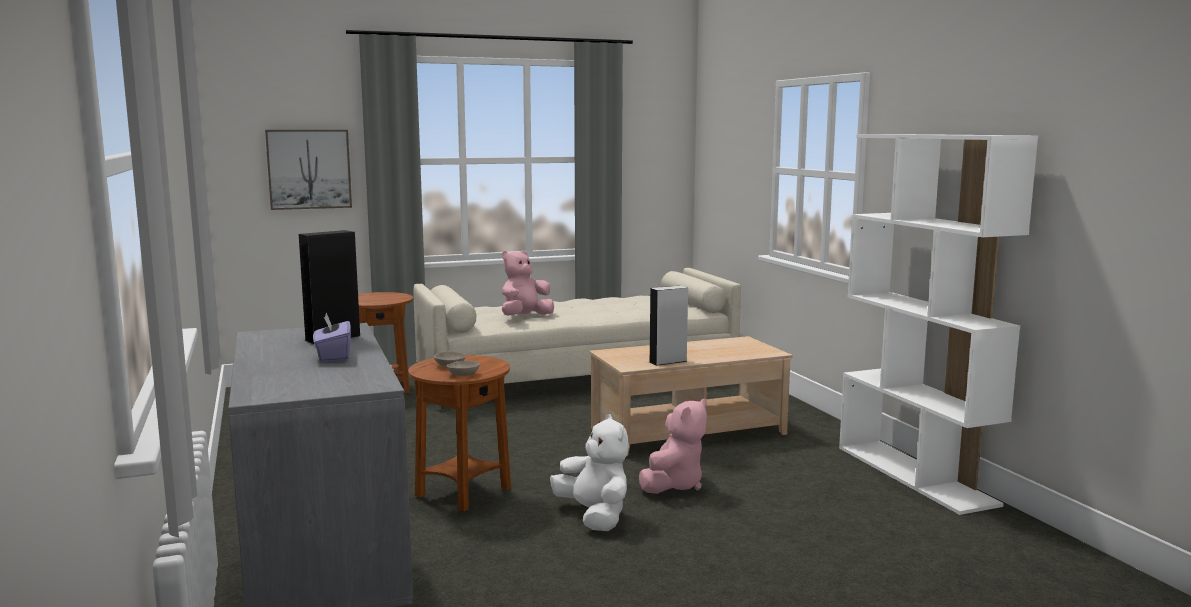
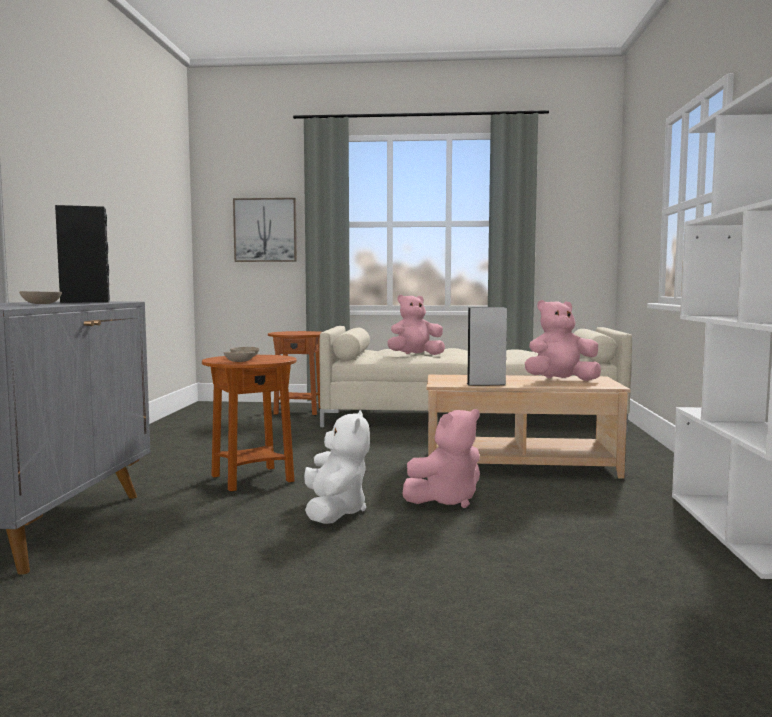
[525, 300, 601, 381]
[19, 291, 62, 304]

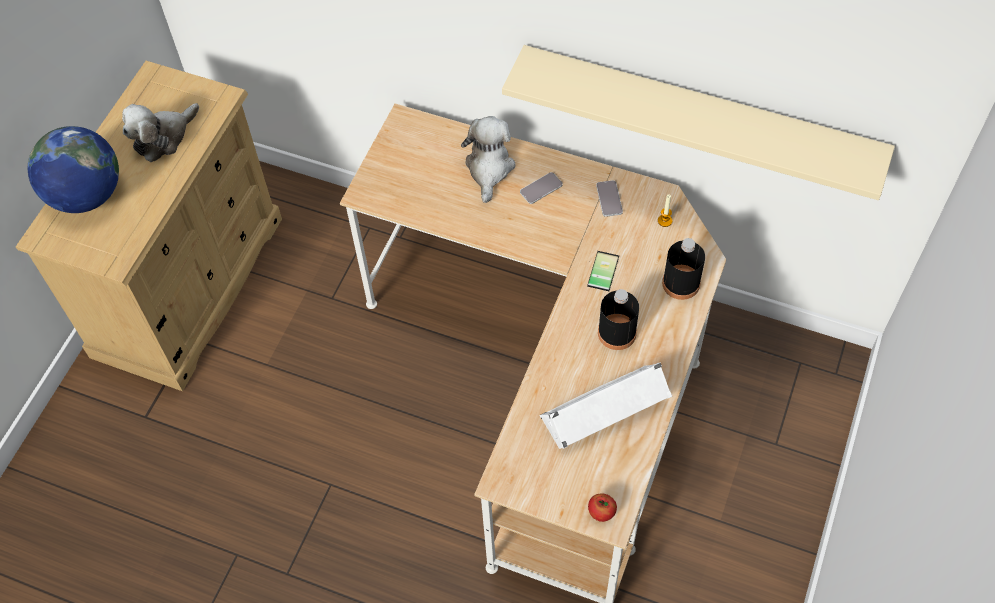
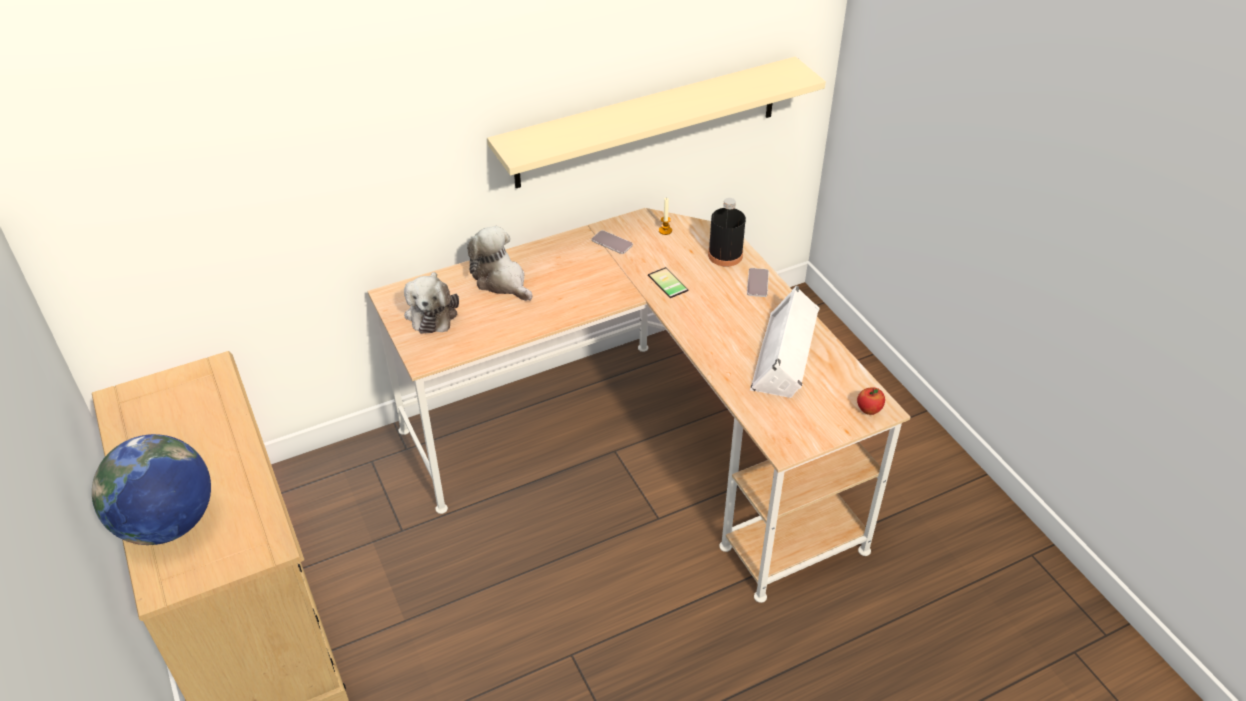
[598, 289, 639, 350] (first image)
[404, 272, 459, 334]
[747, 268, 769, 297]

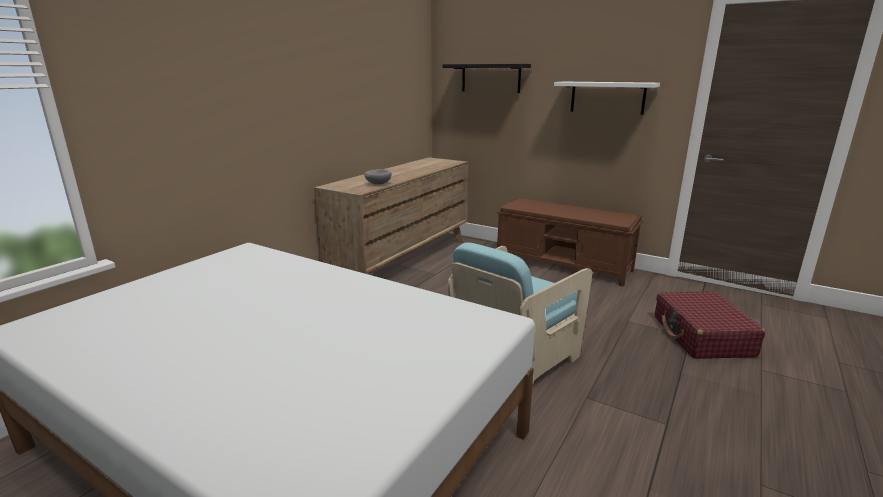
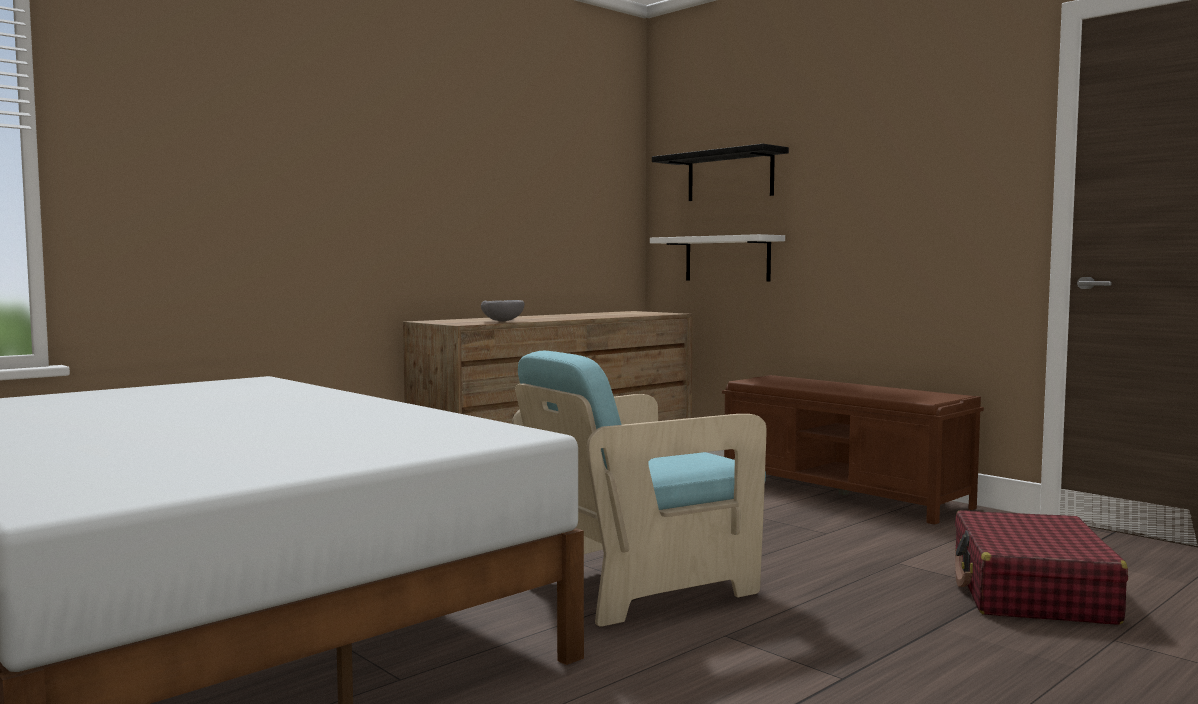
[650, 234, 785, 282]

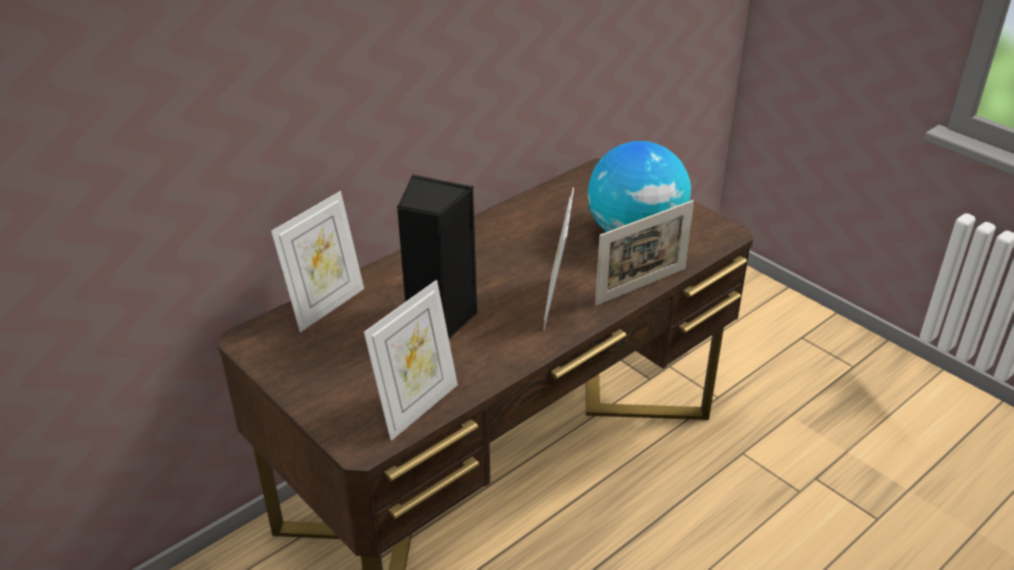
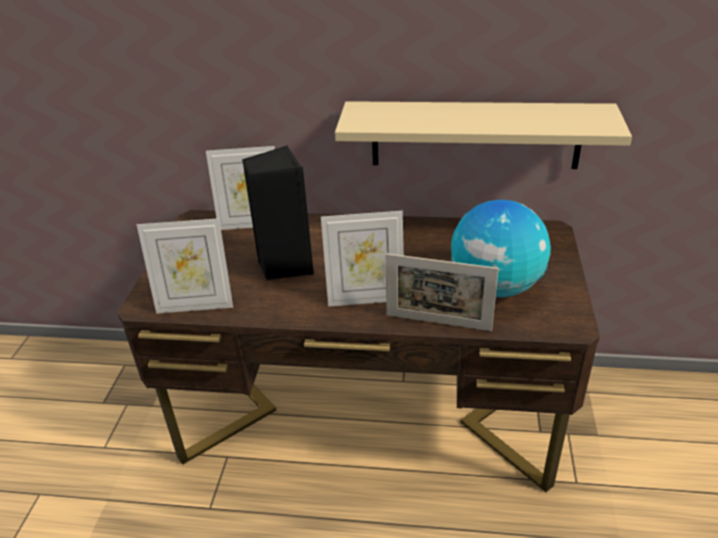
[335, 101, 632, 169]
[321, 211, 404, 307]

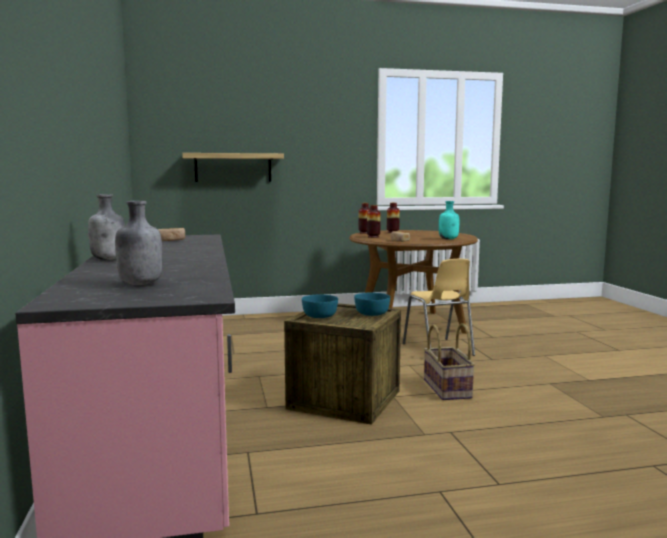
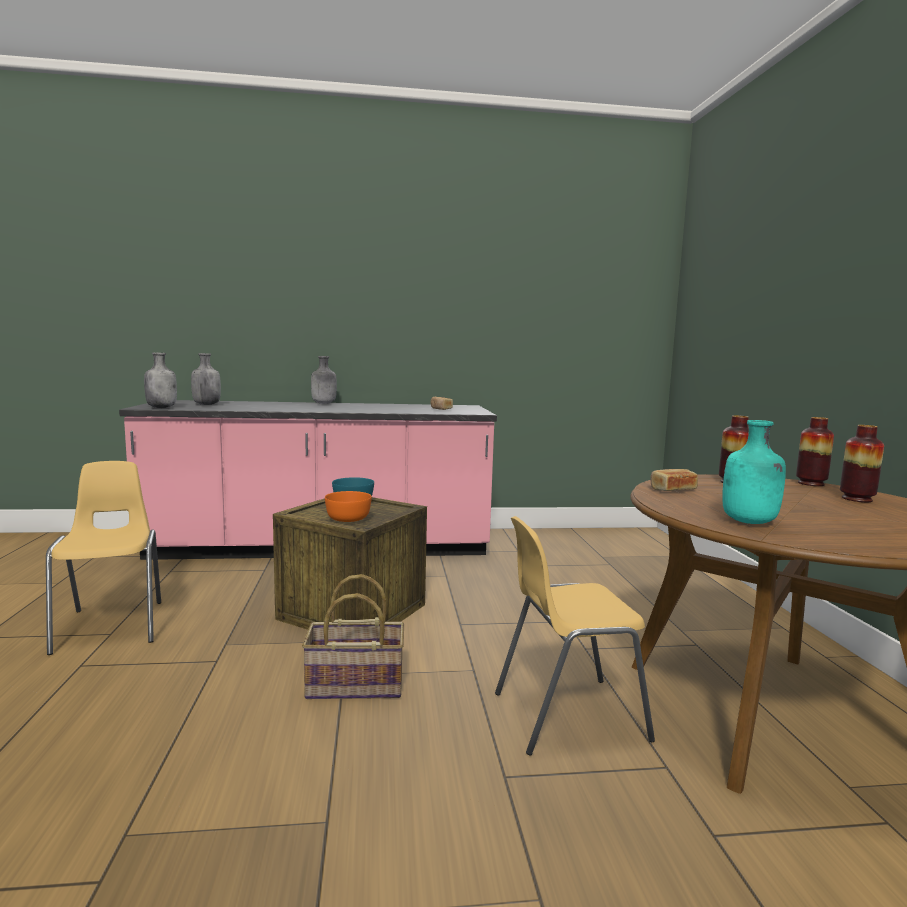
[182, 153, 284, 182] (first image)
[46, 461, 161, 655]
[144, 353, 177, 408]
[325, 491, 372, 522]

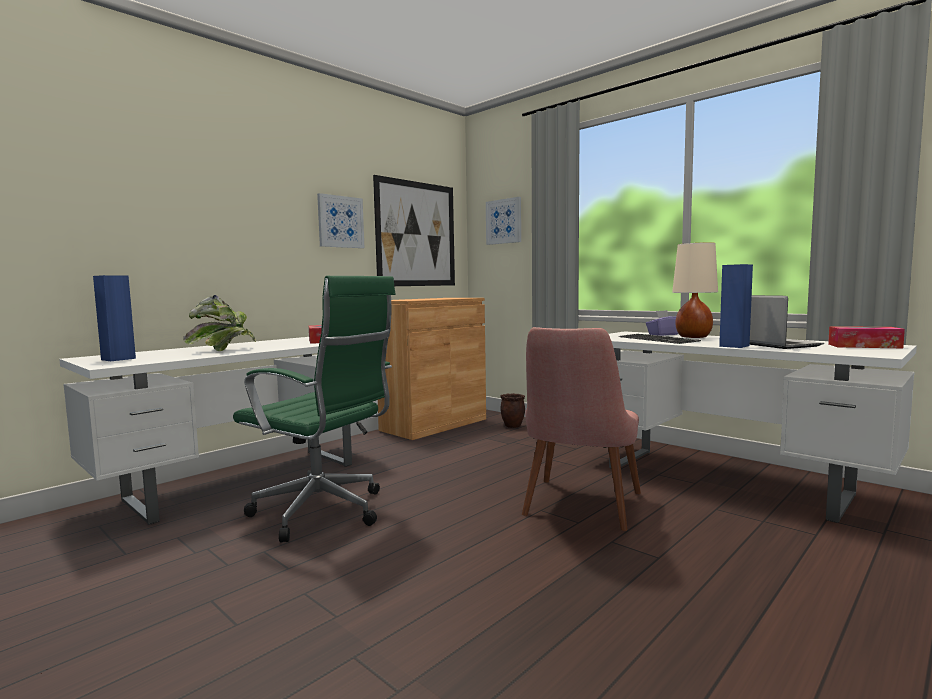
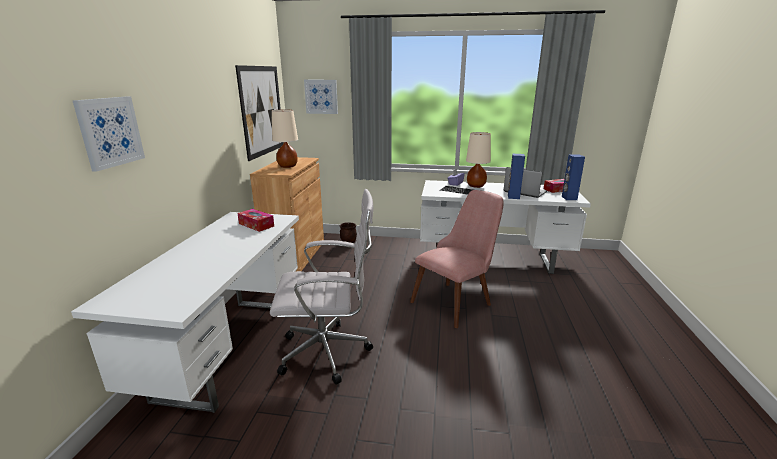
[183, 295, 256, 351] (first image)
[272, 109, 298, 168]
[562, 154, 585, 200]
[73, 96, 145, 172]
[270, 189, 373, 384]
[410, 190, 504, 328]

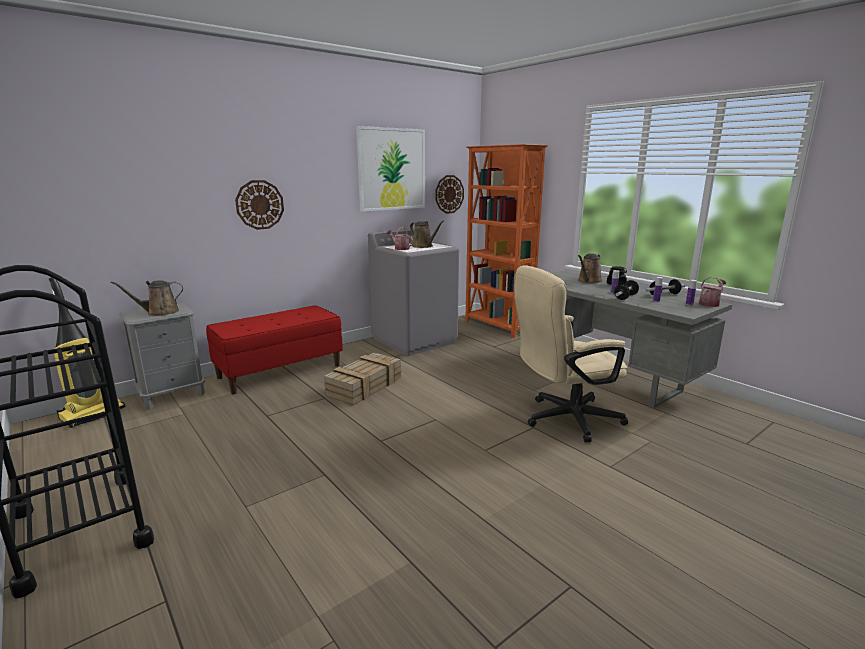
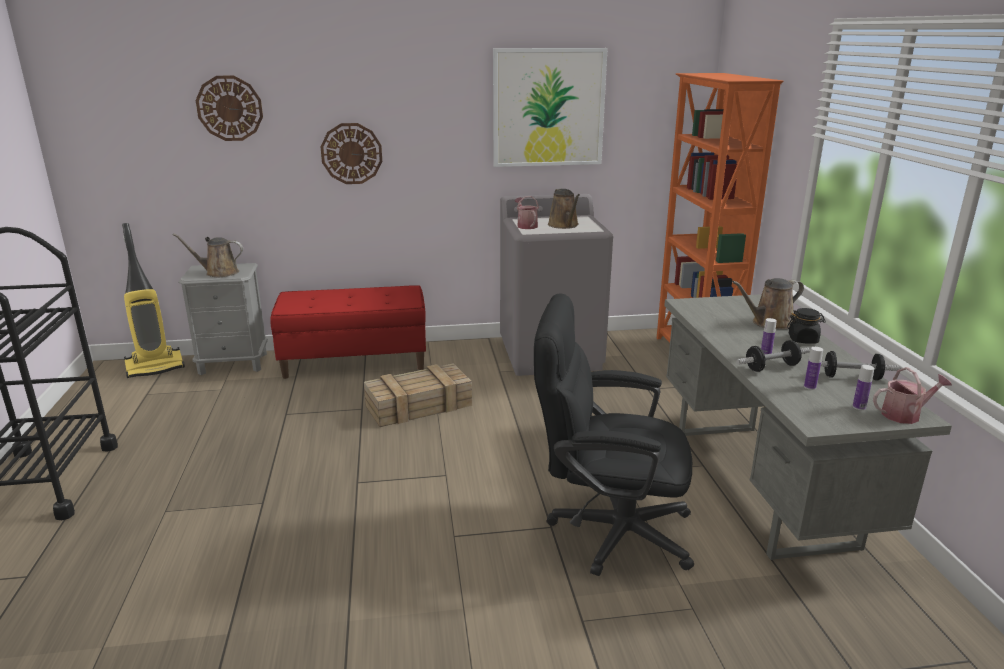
[196, 76, 263, 141]
[534, 293, 694, 576]

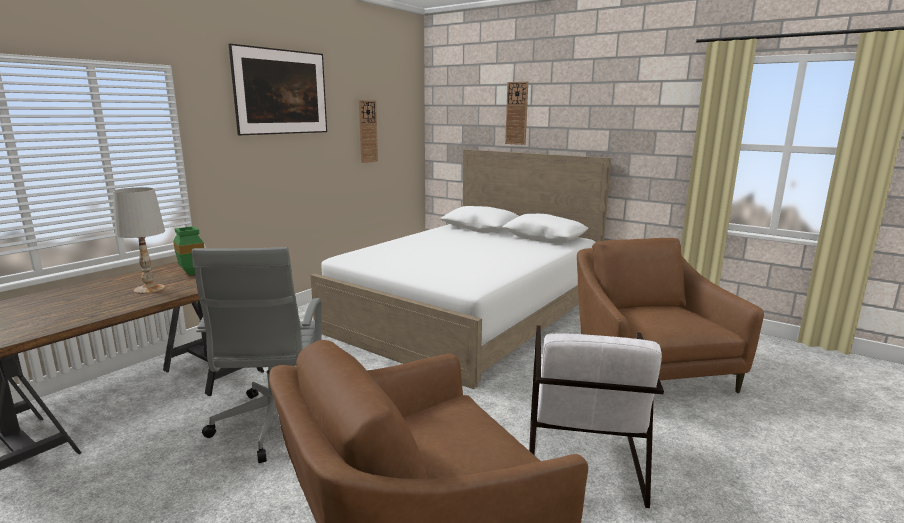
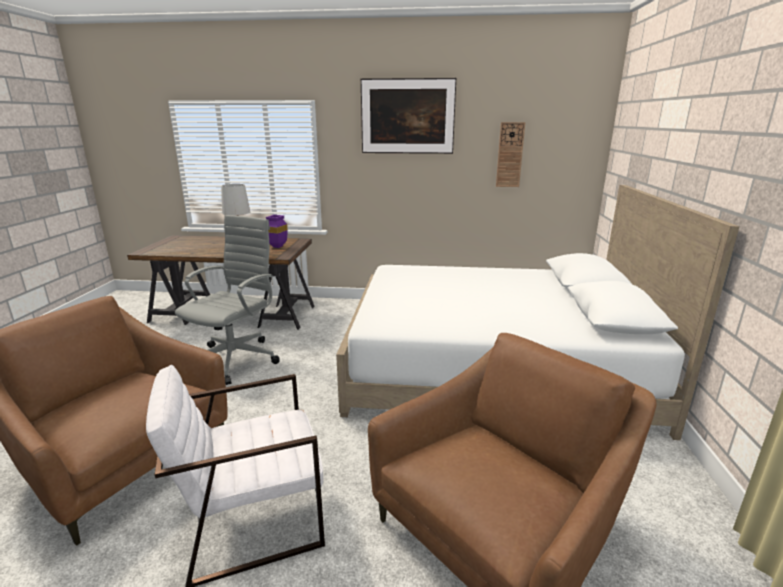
[505, 82, 528, 145] (first image)
[266, 215, 288, 248]
[175, 215, 280, 385]

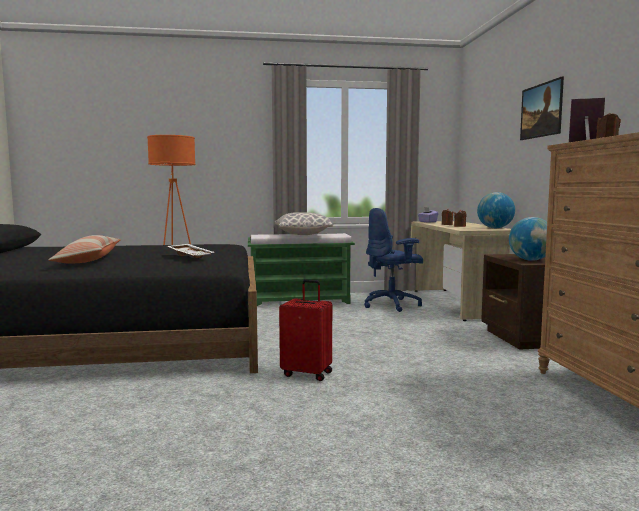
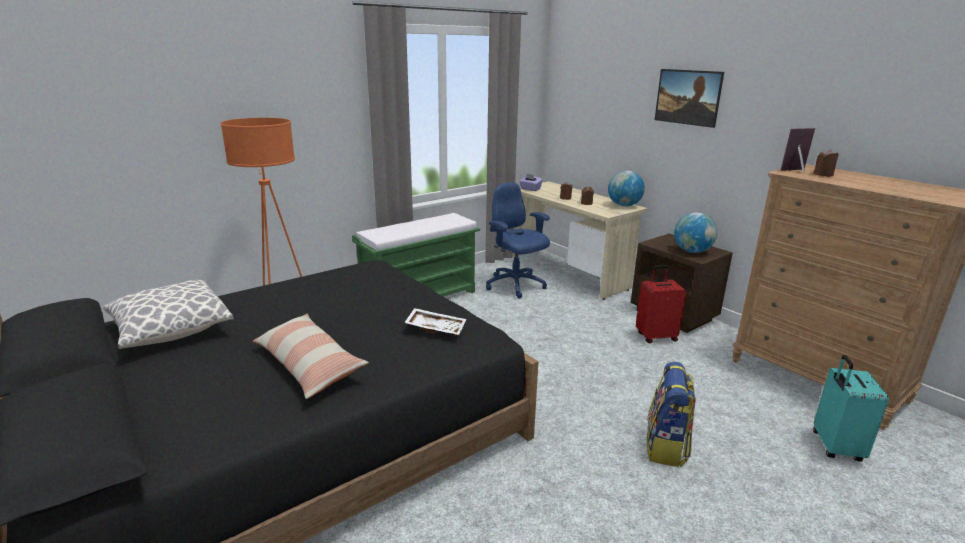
[647, 362, 696, 467]
[813, 355, 889, 462]
[103, 280, 234, 349]
[636, 265, 686, 343]
[486, 182, 550, 299]

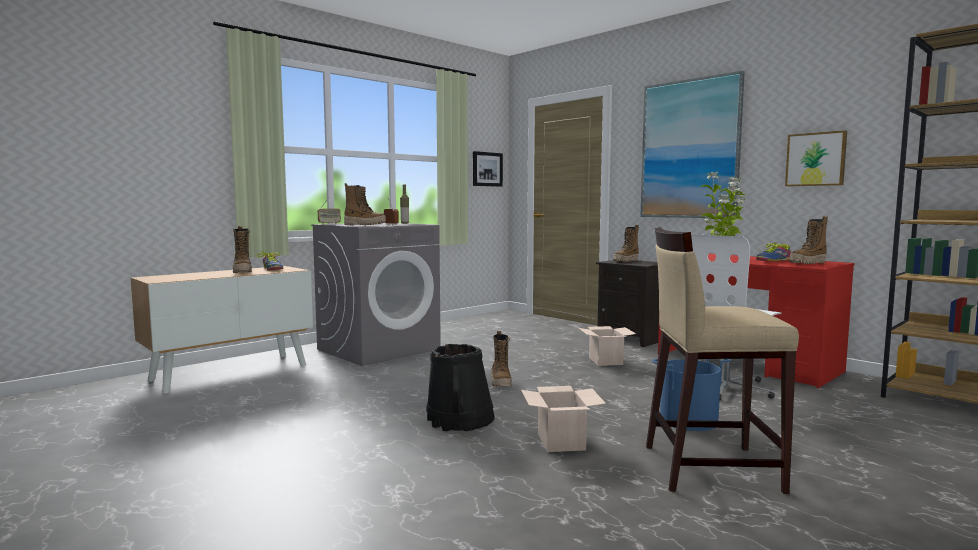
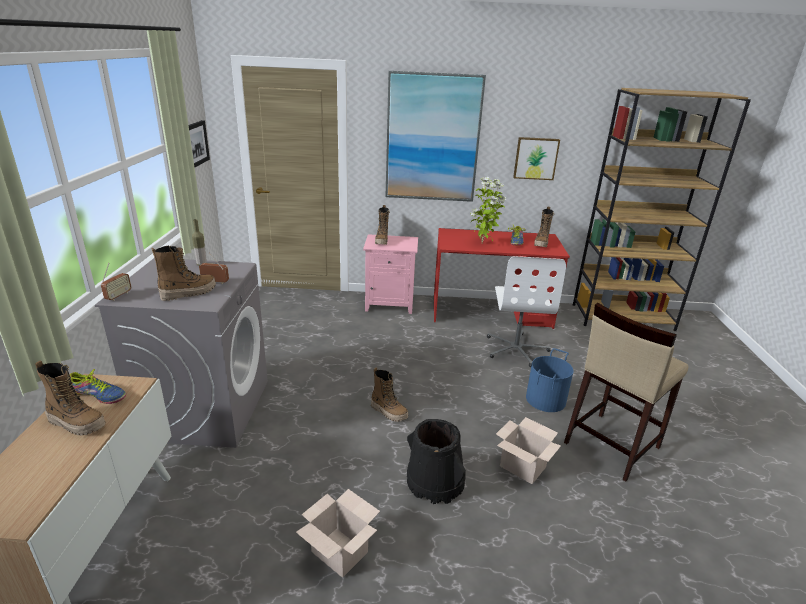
[296, 489, 380, 578]
[363, 234, 418, 314]

